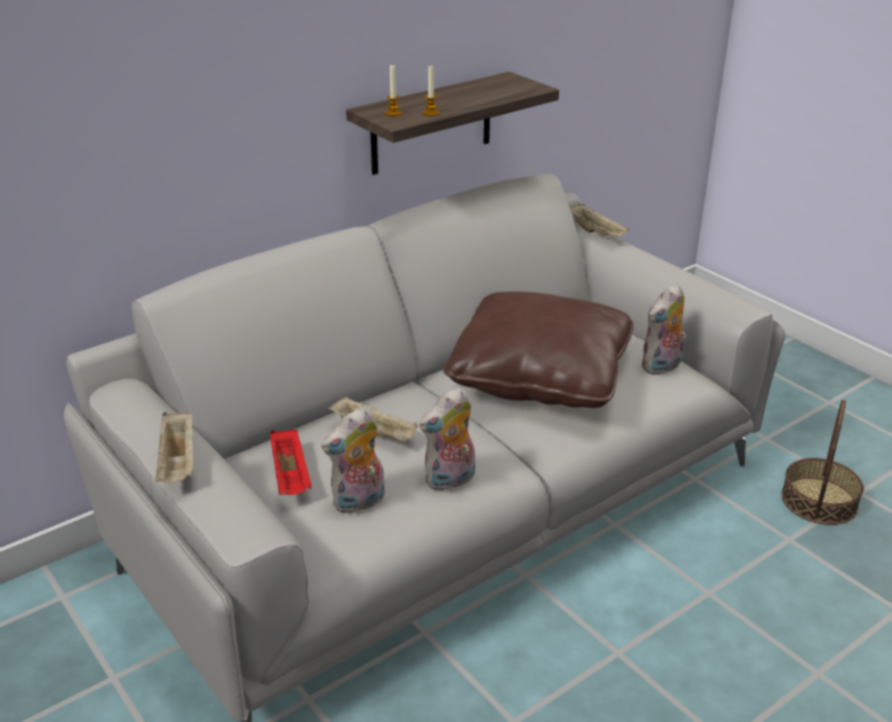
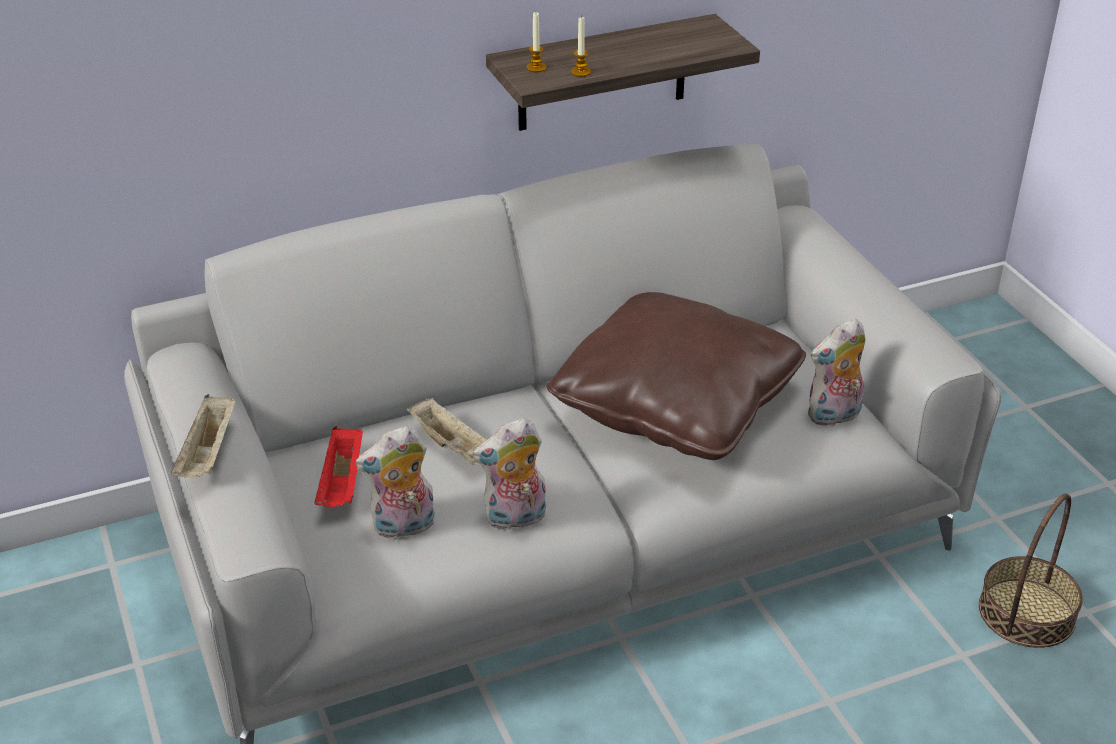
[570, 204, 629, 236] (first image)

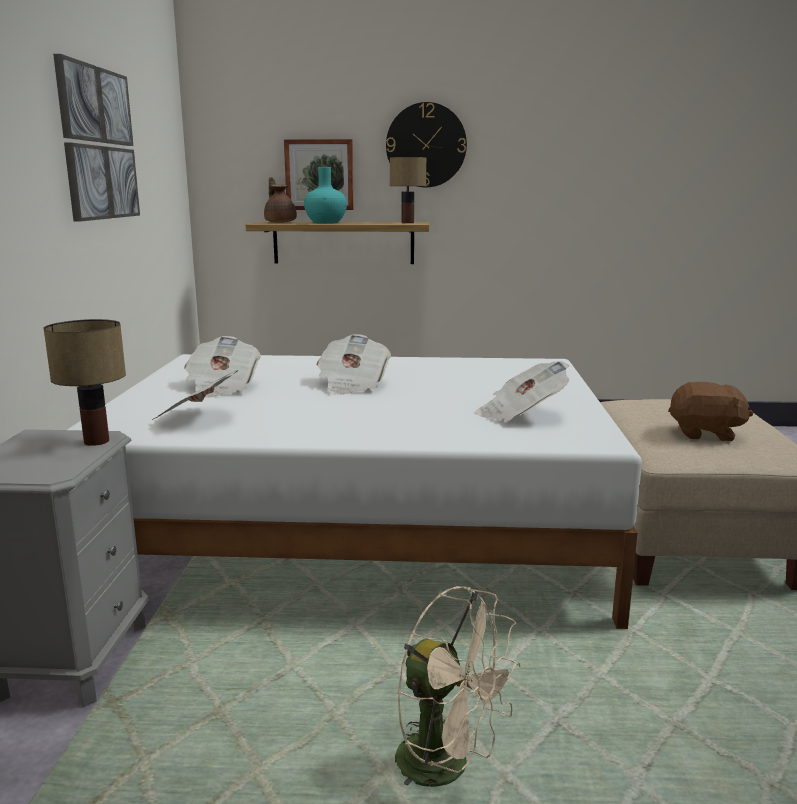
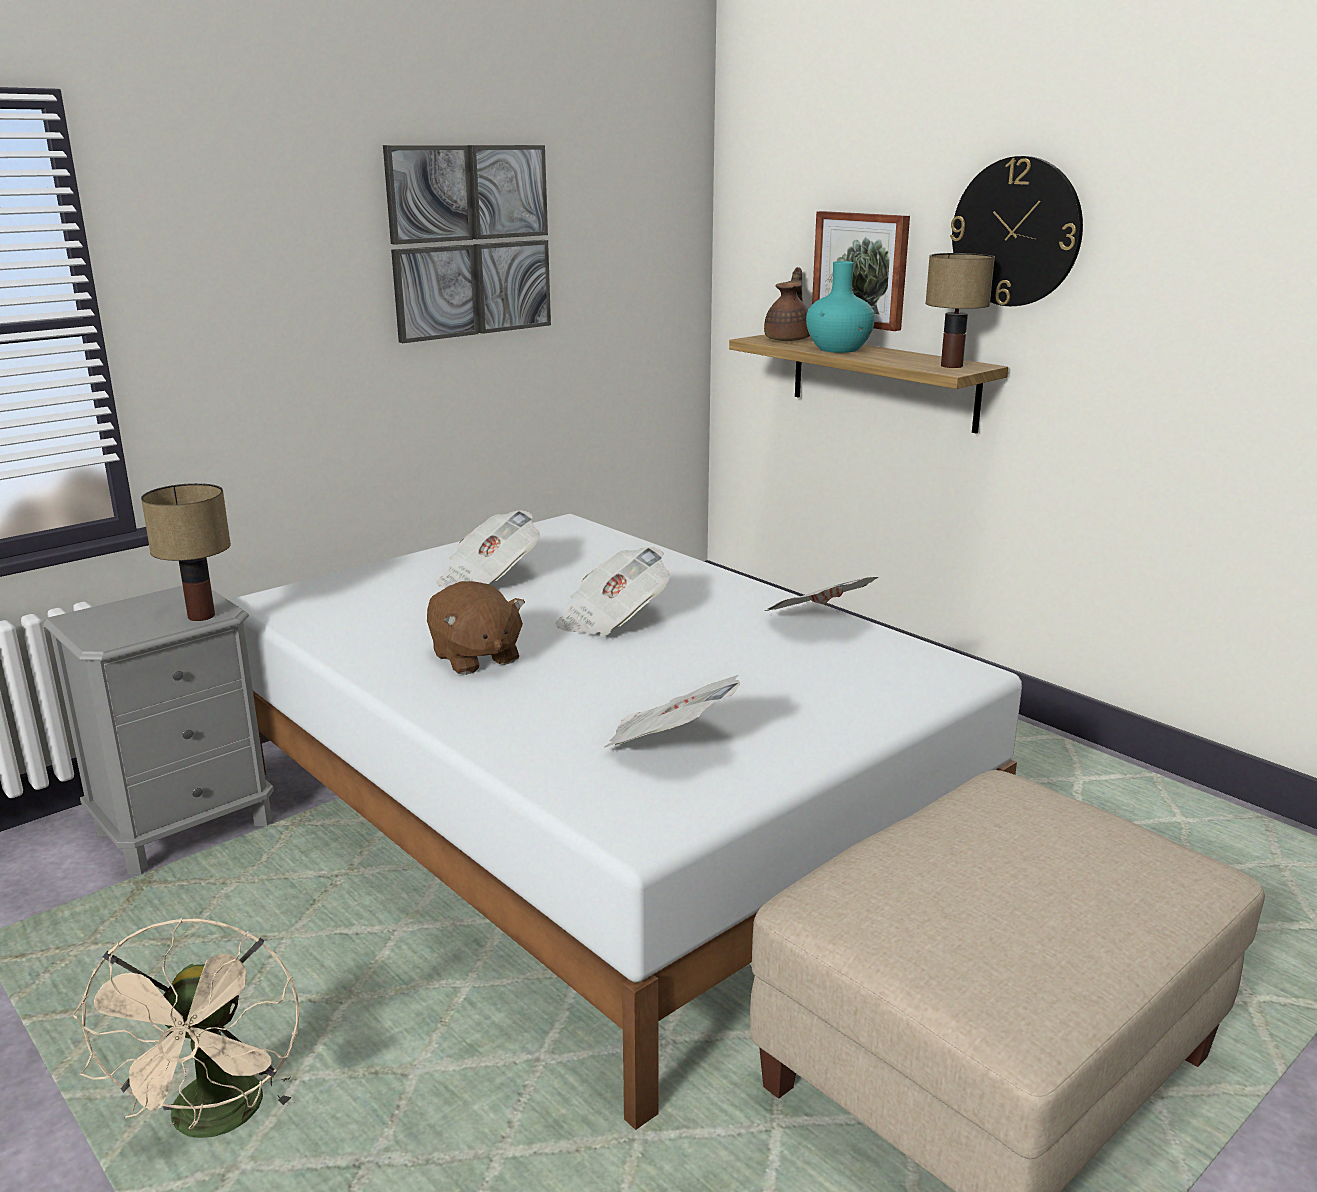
[765, 577, 879, 611]
[427, 581, 525, 675]

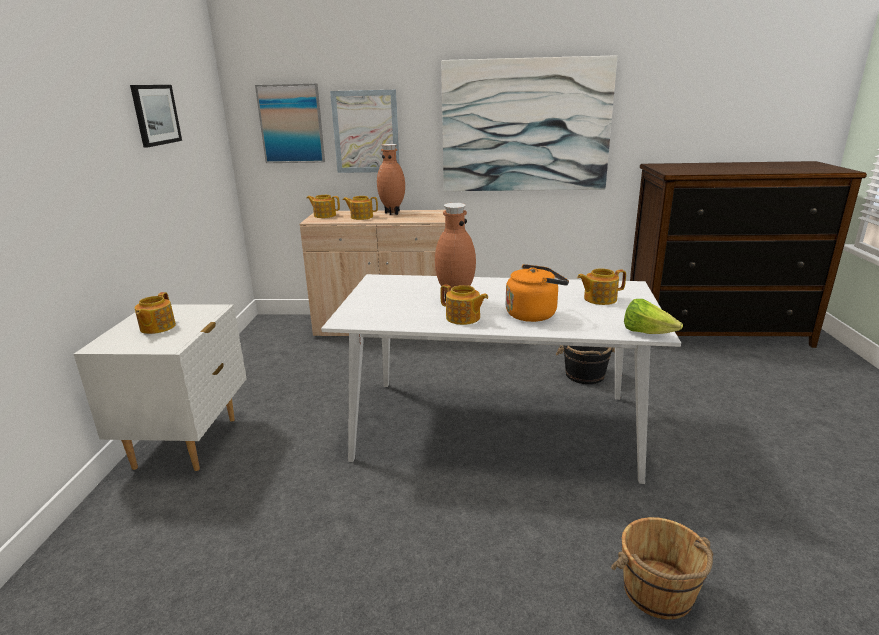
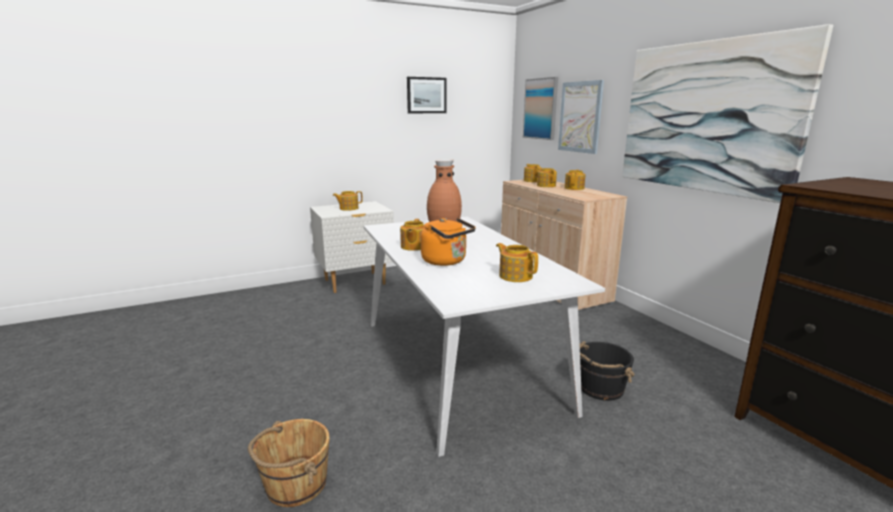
[624, 299, 683, 334] (first image)
[564, 170, 586, 190]

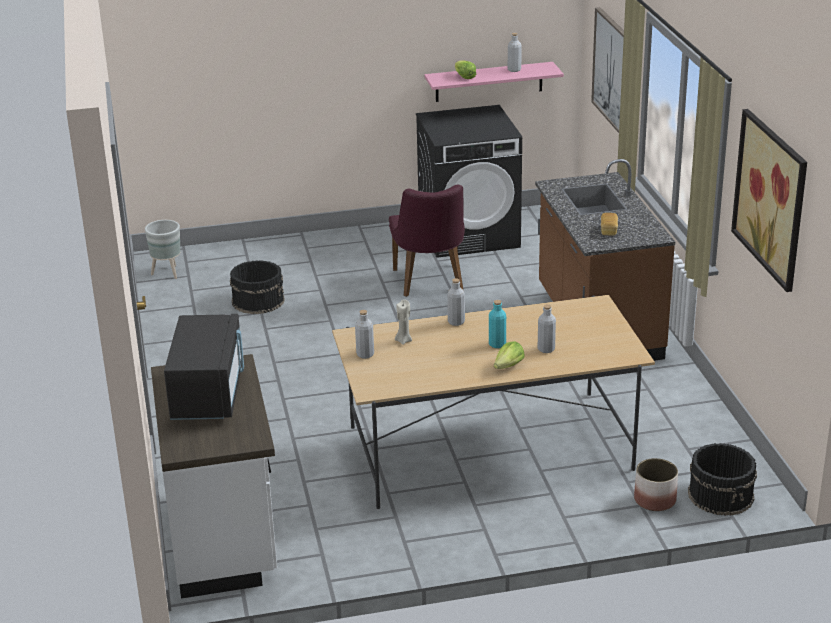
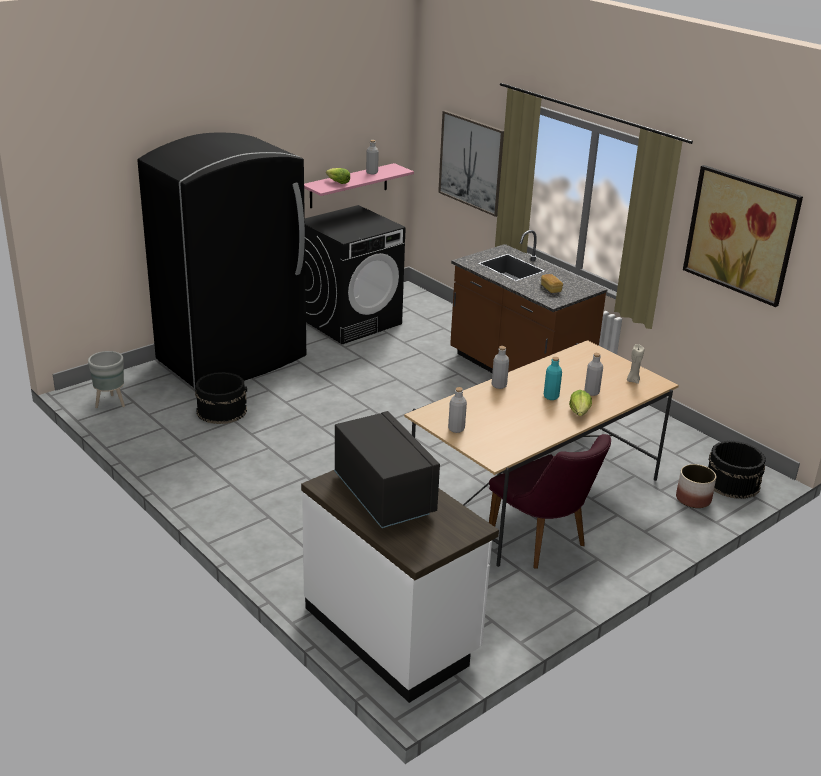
[137, 132, 306, 389]
[489, 434, 611, 569]
[627, 344, 644, 384]

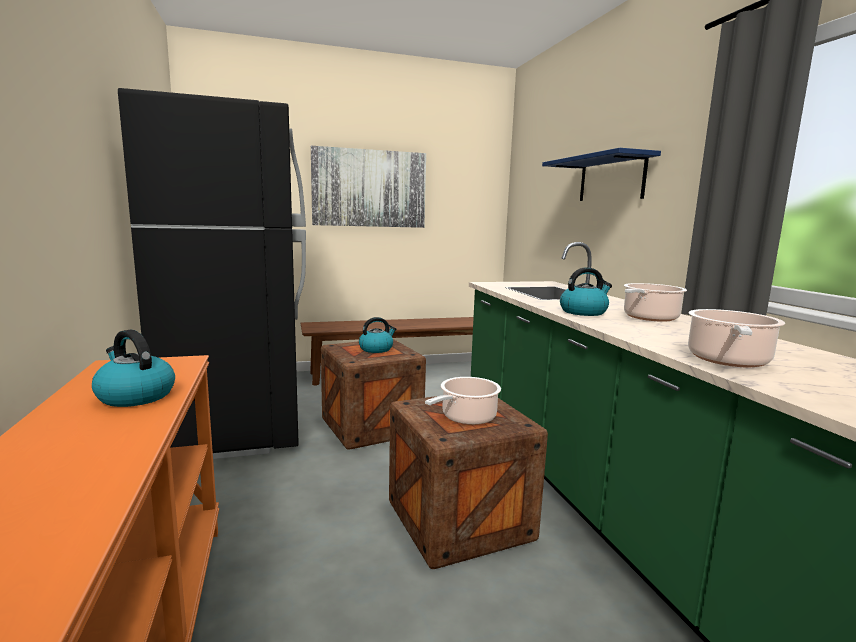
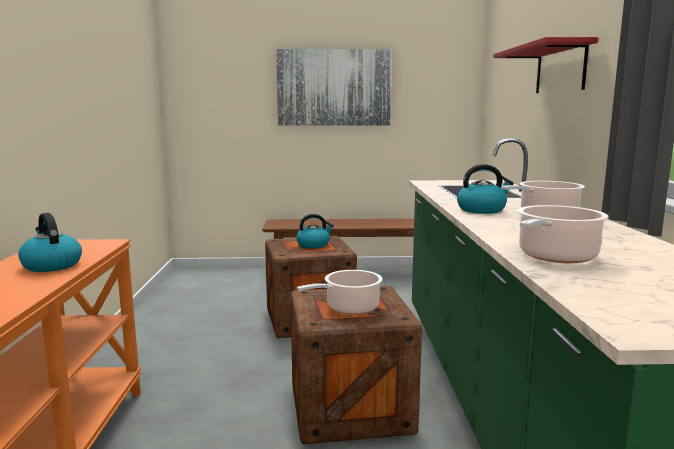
[118, 88, 306, 459] (first image)
[493, 37, 598, 93]

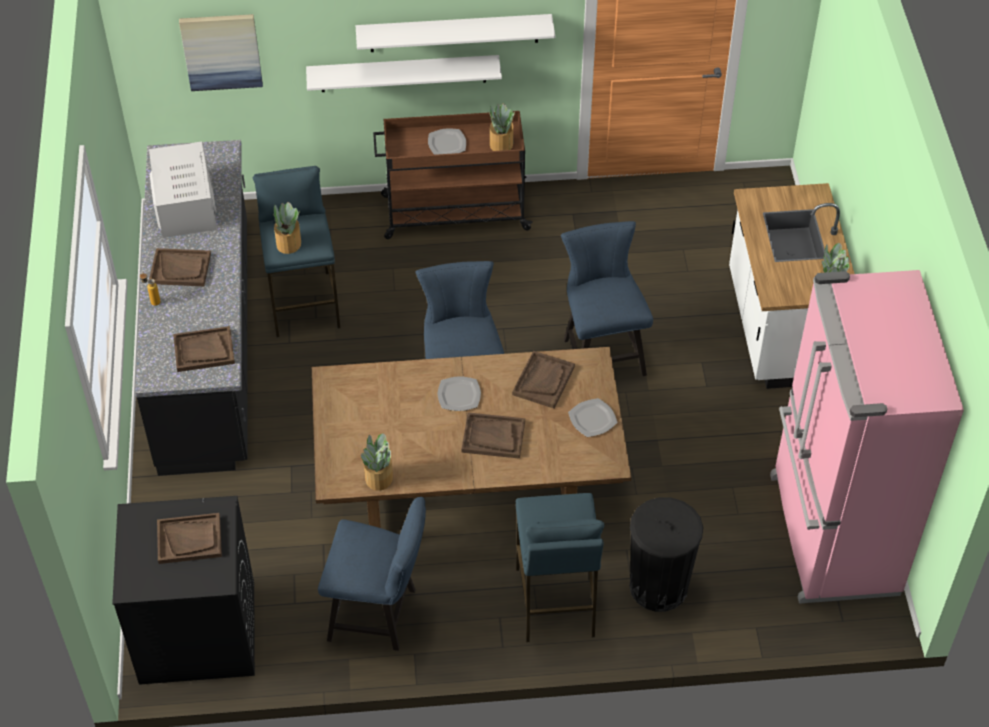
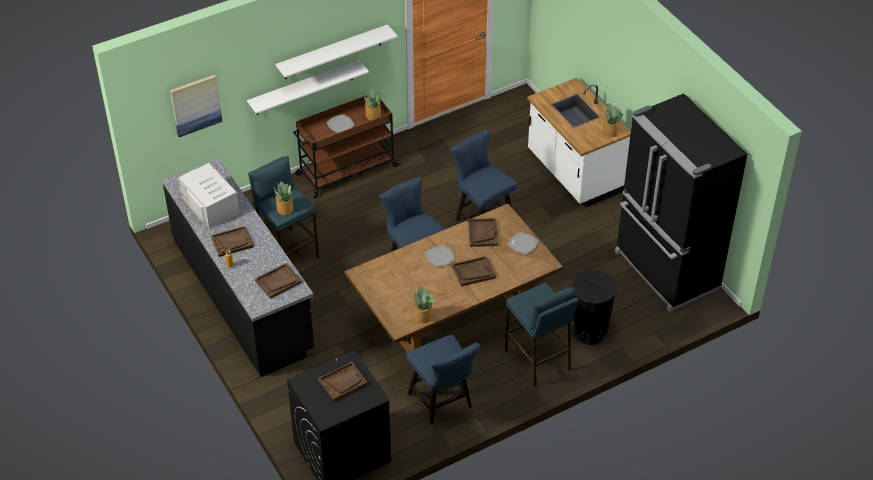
[615, 93, 747, 312]
[406, 335, 480, 424]

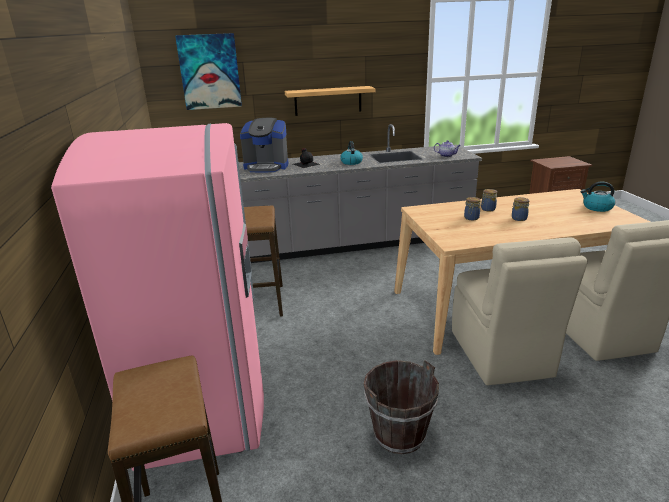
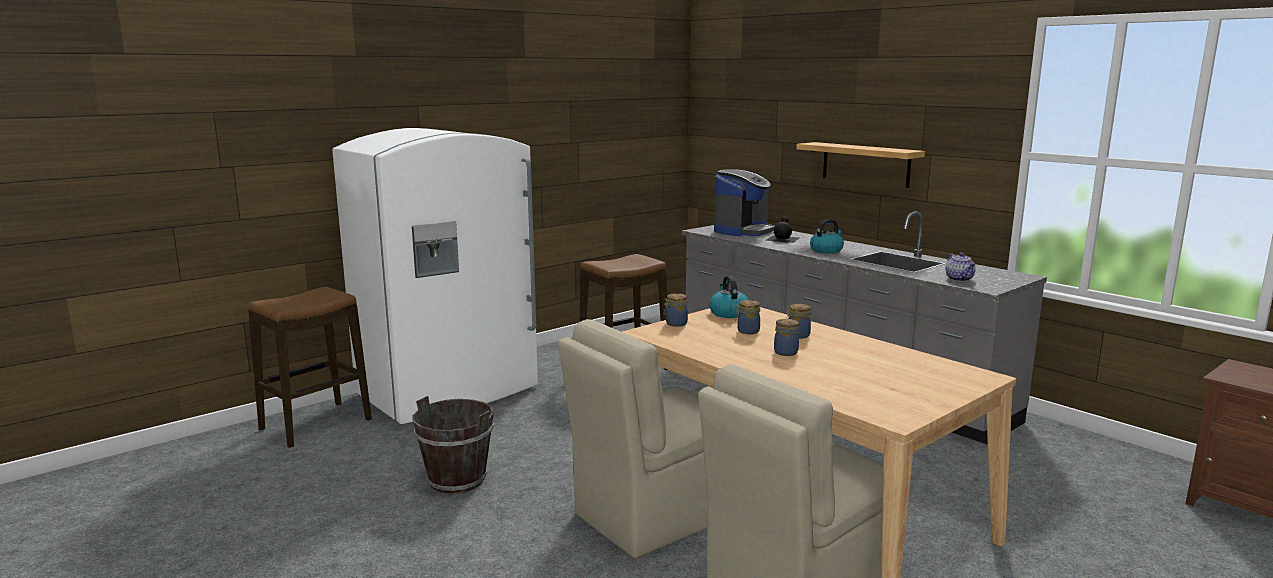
[175, 33, 242, 110] (first image)
[664, 293, 688, 327]
[709, 276, 748, 318]
[332, 128, 538, 424]
[714, 169, 774, 236]

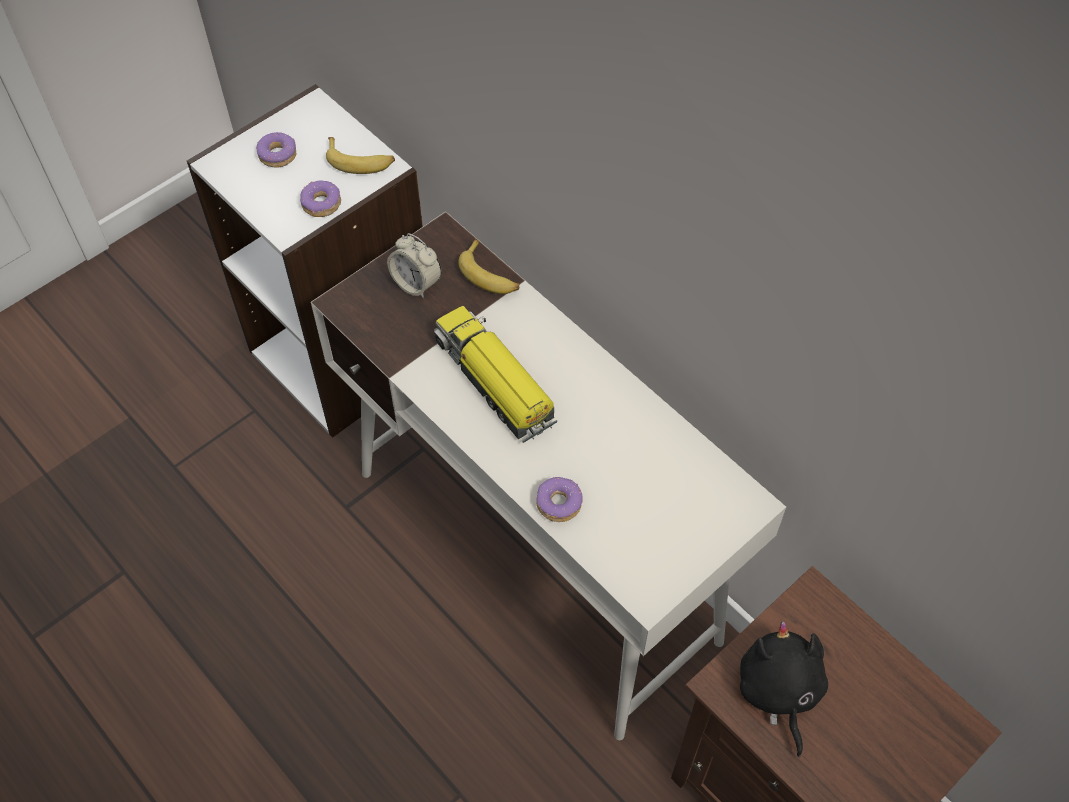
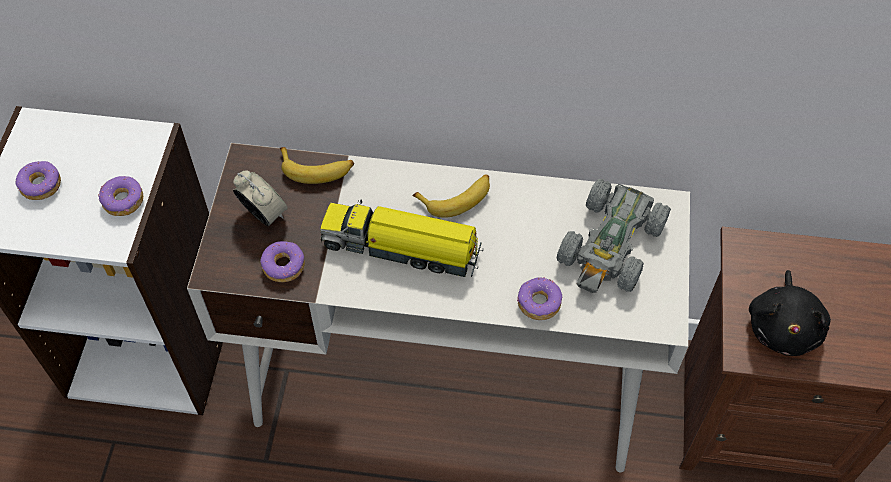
[260, 241, 305, 282]
[557, 179, 671, 293]
[412, 174, 490, 218]
[233, 170, 288, 226]
[749, 270, 831, 356]

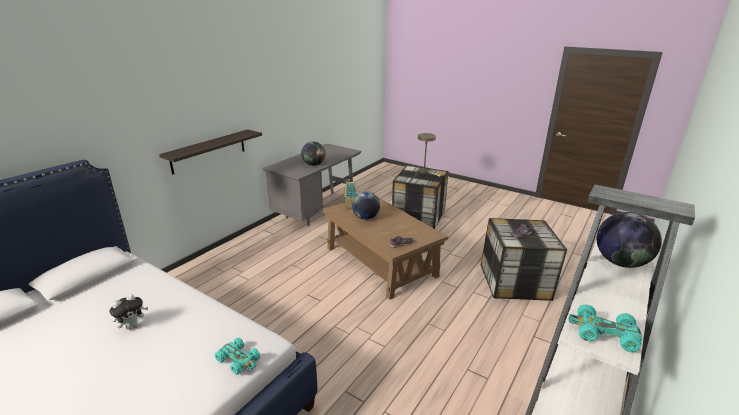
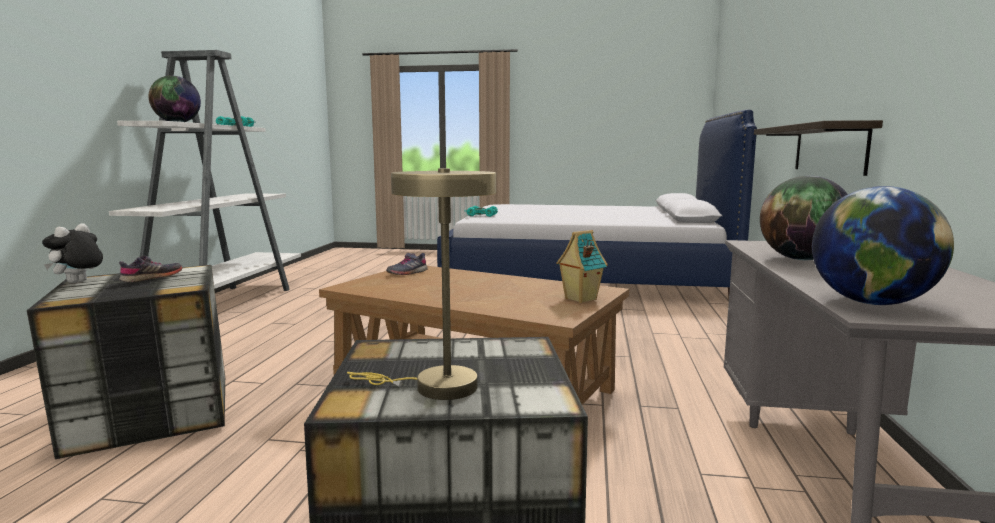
[42, 223, 103, 283]
[812, 186, 954, 305]

